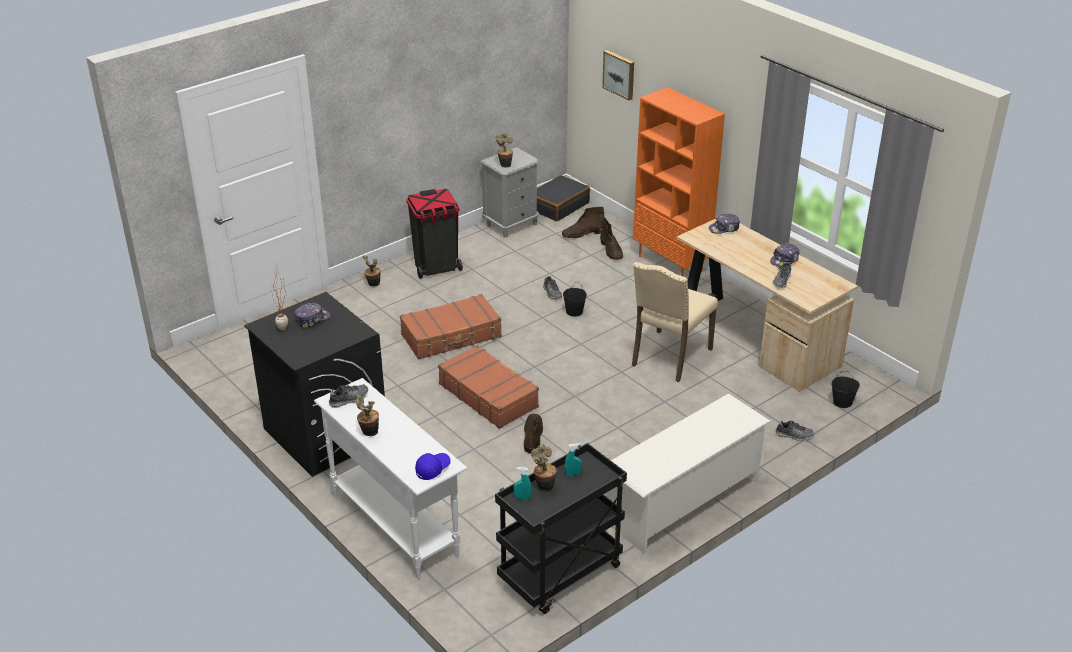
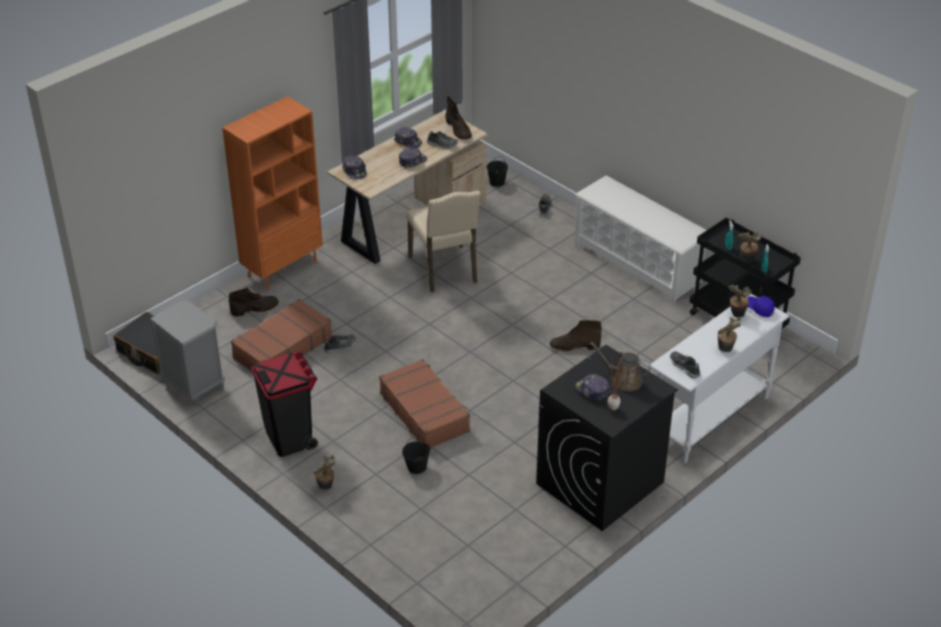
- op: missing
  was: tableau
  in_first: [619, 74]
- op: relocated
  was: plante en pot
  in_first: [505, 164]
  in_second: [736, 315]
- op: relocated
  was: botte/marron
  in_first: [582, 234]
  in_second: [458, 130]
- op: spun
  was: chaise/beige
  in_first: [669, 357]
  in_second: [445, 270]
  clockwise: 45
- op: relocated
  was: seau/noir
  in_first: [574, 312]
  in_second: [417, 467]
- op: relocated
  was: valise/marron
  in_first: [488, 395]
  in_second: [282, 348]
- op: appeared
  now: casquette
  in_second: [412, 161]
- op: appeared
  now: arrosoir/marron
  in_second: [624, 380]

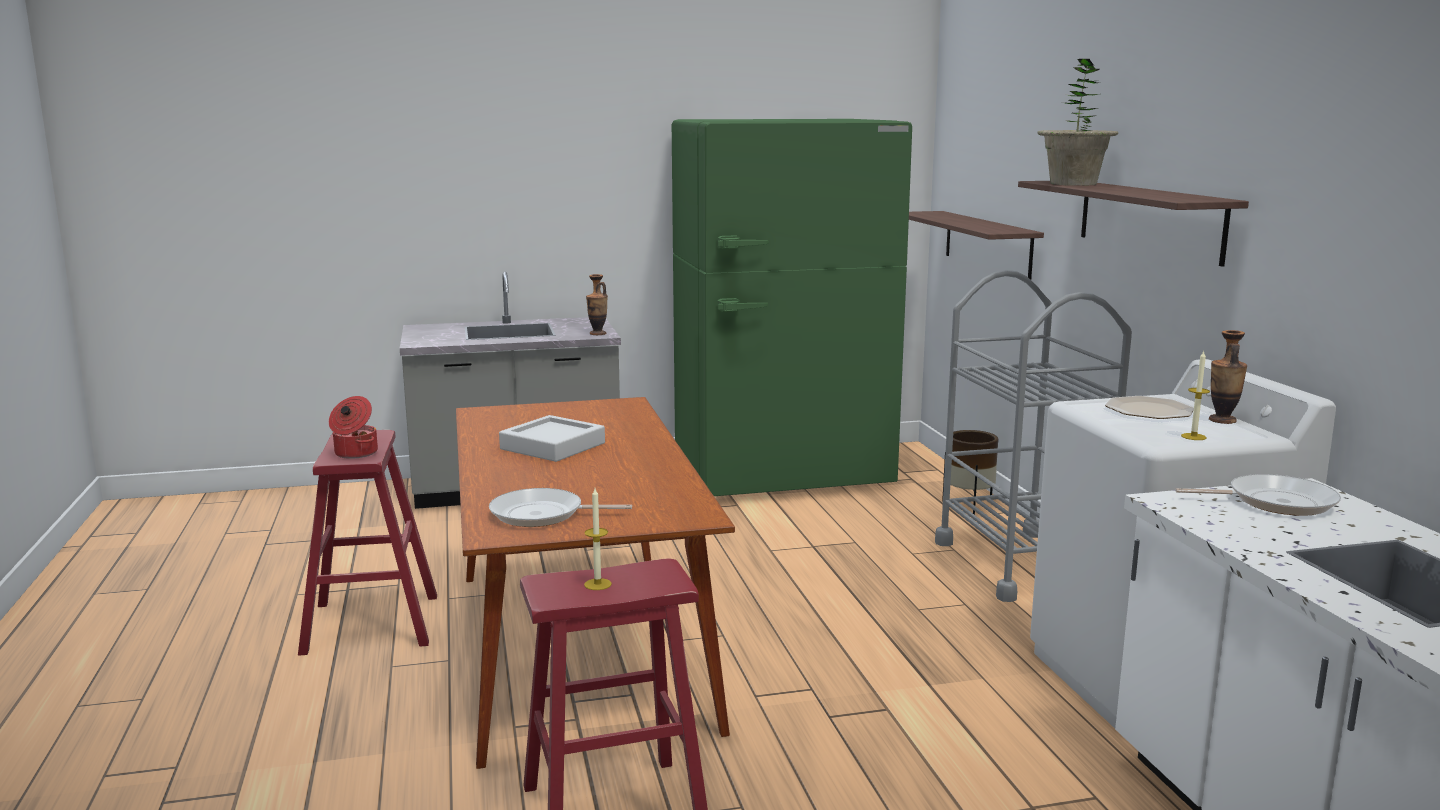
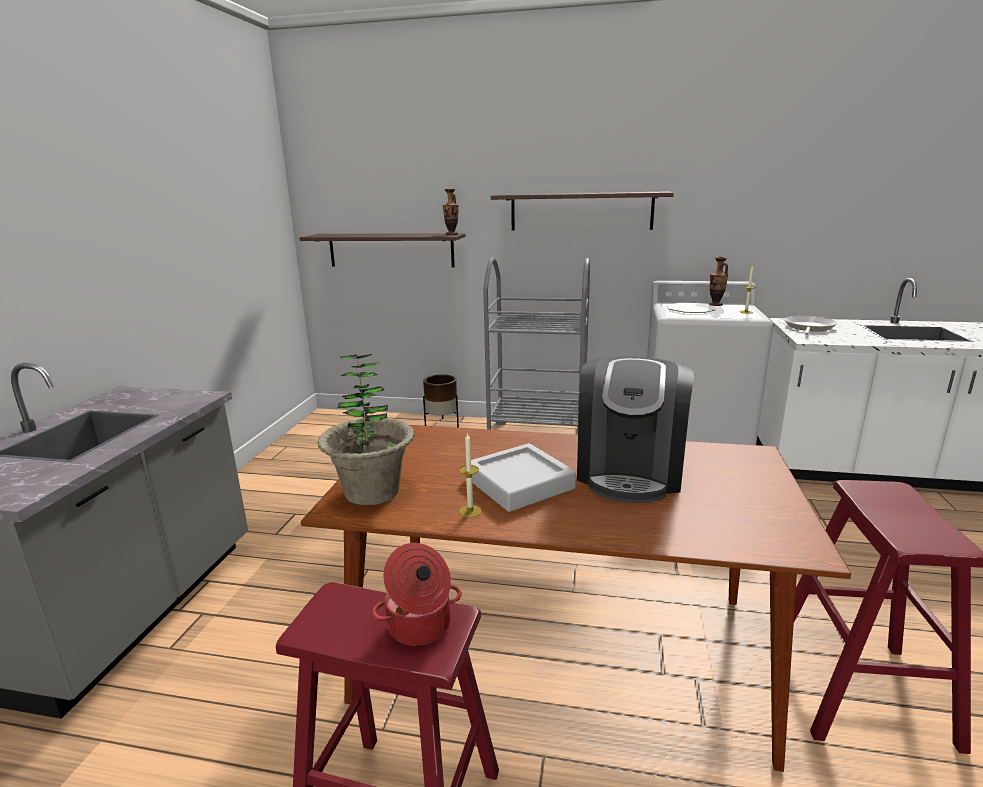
- op: relocated
  was: plante en pot
  in_first: [1073, 184]
  in_second: [372, 491]
- op: missing
  was: réfrigérateur/vert
  in_first: [782, 476]
- op: relocated
  was: vase
  in_first: [597, 333]
  in_second: [451, 234]
- op: missing
  was: poêle
  in_first: [542, 515]
- op: relocated
  was: bougie
  in_first: [597, 584]
  in_second: [470, 511]
- op: appeared
  now: machine à café
  in_second: [630, 471]

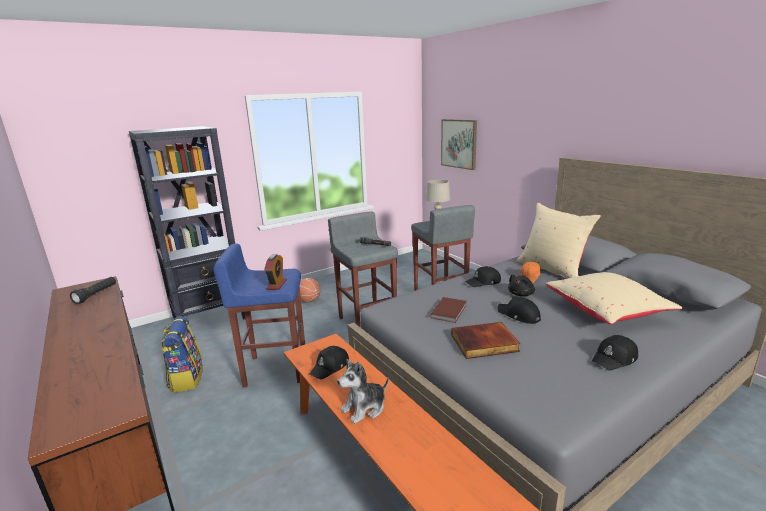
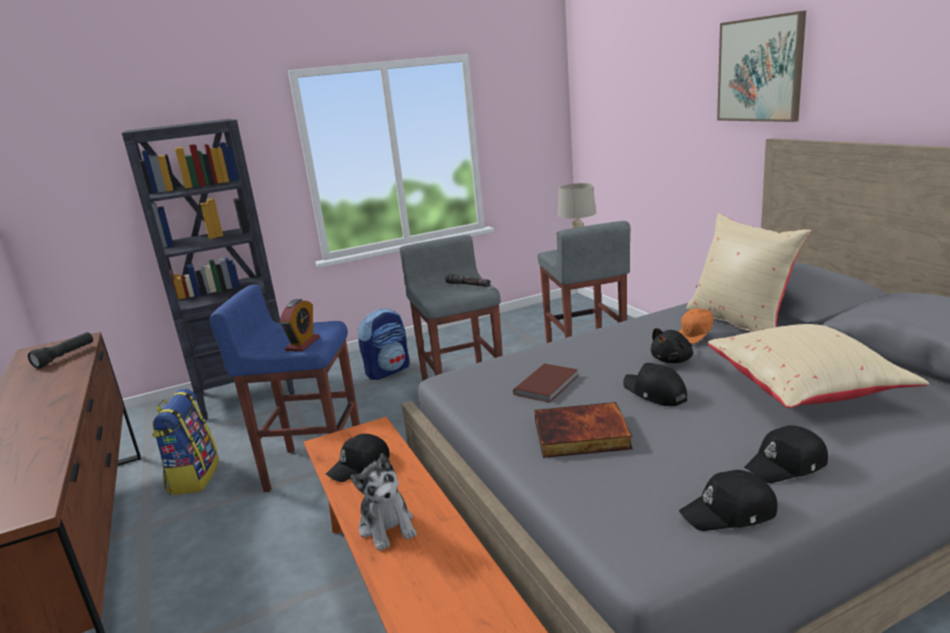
- op: relocated
  was: tableau
  in_first: [459, 143]
  in_second: [760, 70]
- op: relocated
  was: casquette/noir
  in_first: [483, 282]
  in_second: [730, 513]
- op: exchanged
  was: ballon de basket
  now: sac à dos
  in_first: [309, 301]
  in_second: [388, 370]
- op: spun
  was: peluche
  in_first: [364, 408]
  in_second: [387, 526]
  clockwise: -90

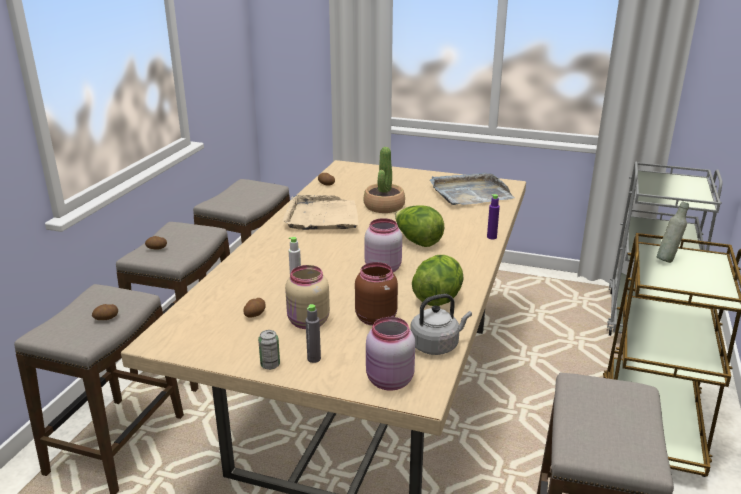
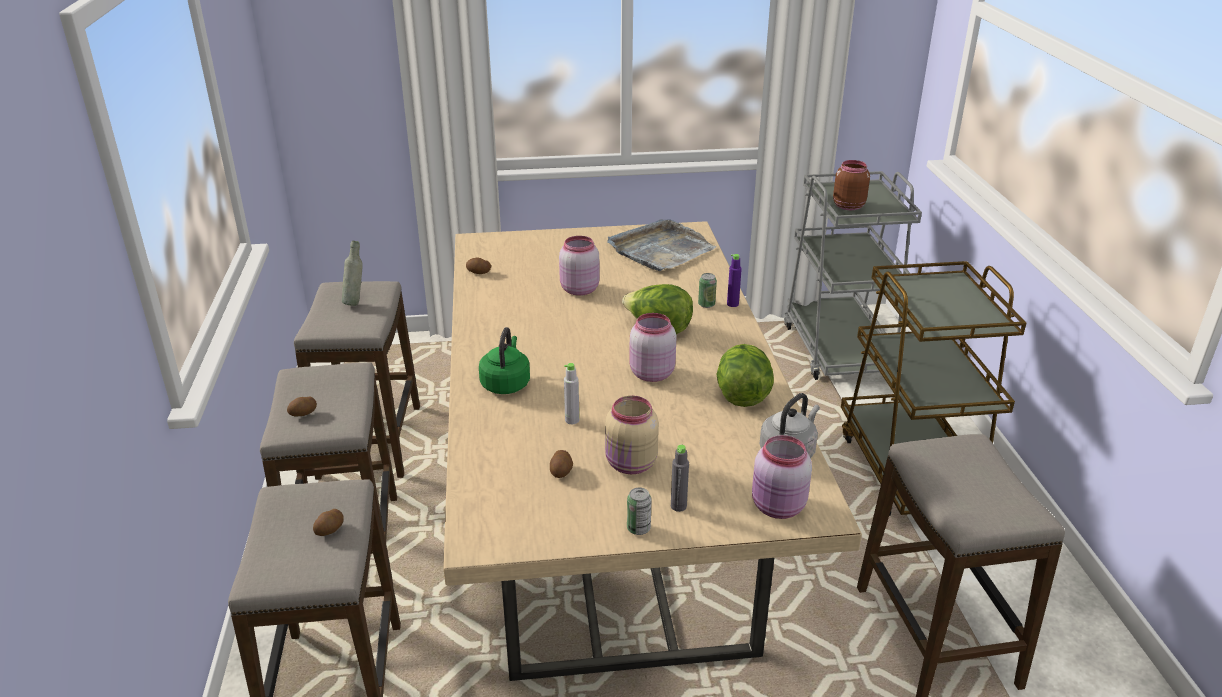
- op: exchanged
  was: plante en pot
  now: bocal/rose
  in_first: [384, 206]
  in_second: [578, 289]
- op: missing
  was: plateau/beige
  in_first: [322, 216]
- op: relocated
  was: bouteille/gris
  in_first: [667, 259]
  in_second: [355, 302]
- op: relocated
  was: bocal/marron
  in_first: [376, 318]
  in_second: [848, 206]
- op: appeared
  now: boîte métallique
  in_second: [706, 304]
- op: appeared
  now: bouilloire/vert
  in_second: [506, 383]

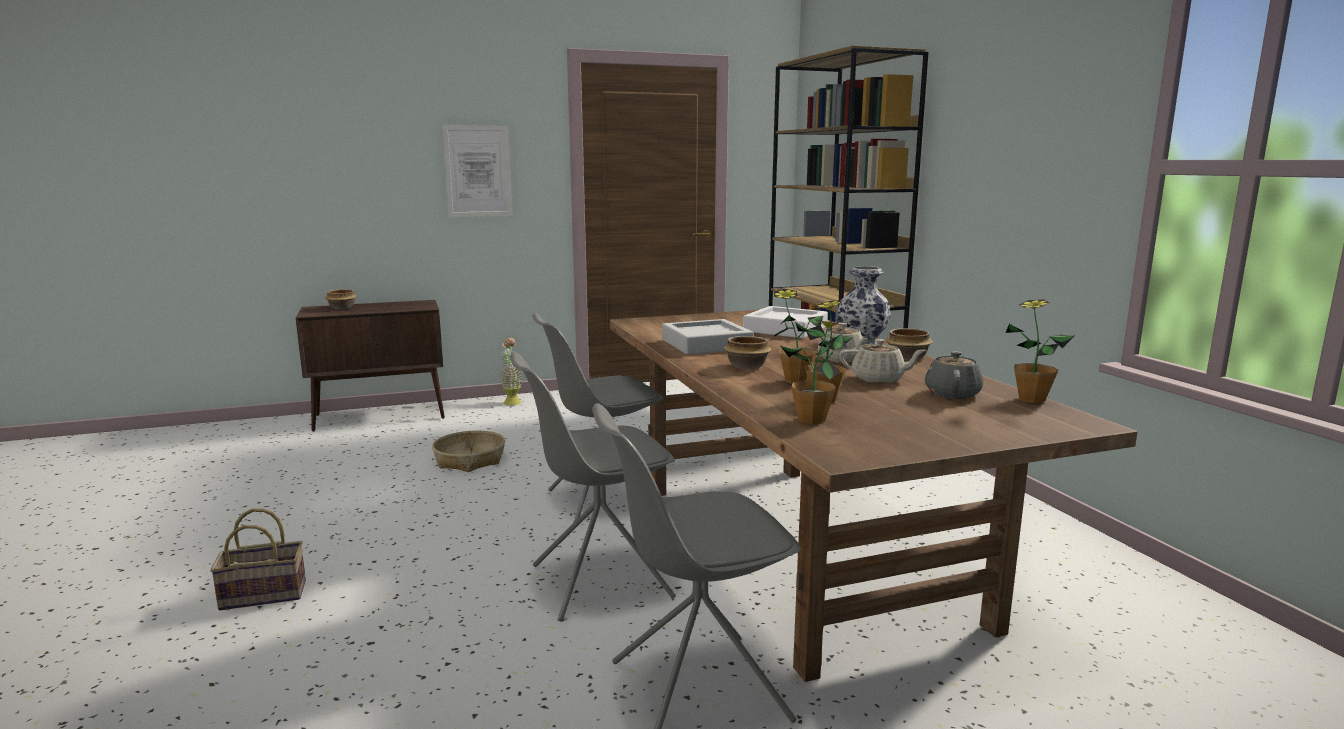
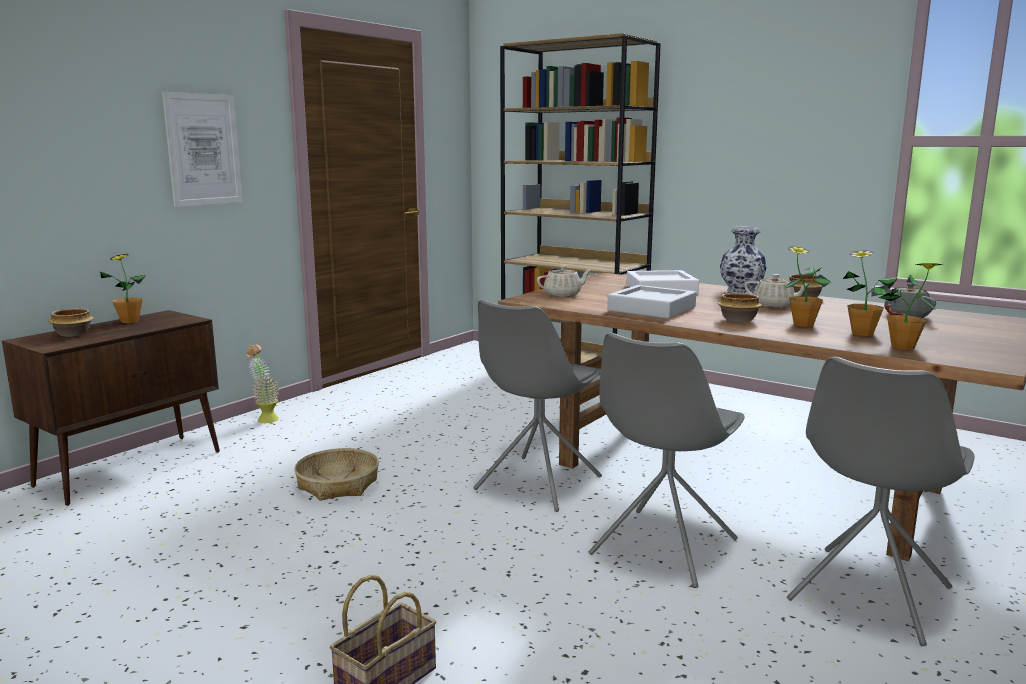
- op: relocated
  was: plante en pot
  in_first: [1031, 399]
  in_second: [130, 321]
- op: relocated
  was: théière/beige
  in_first: [879, 379]
  in_second: [563, 294]

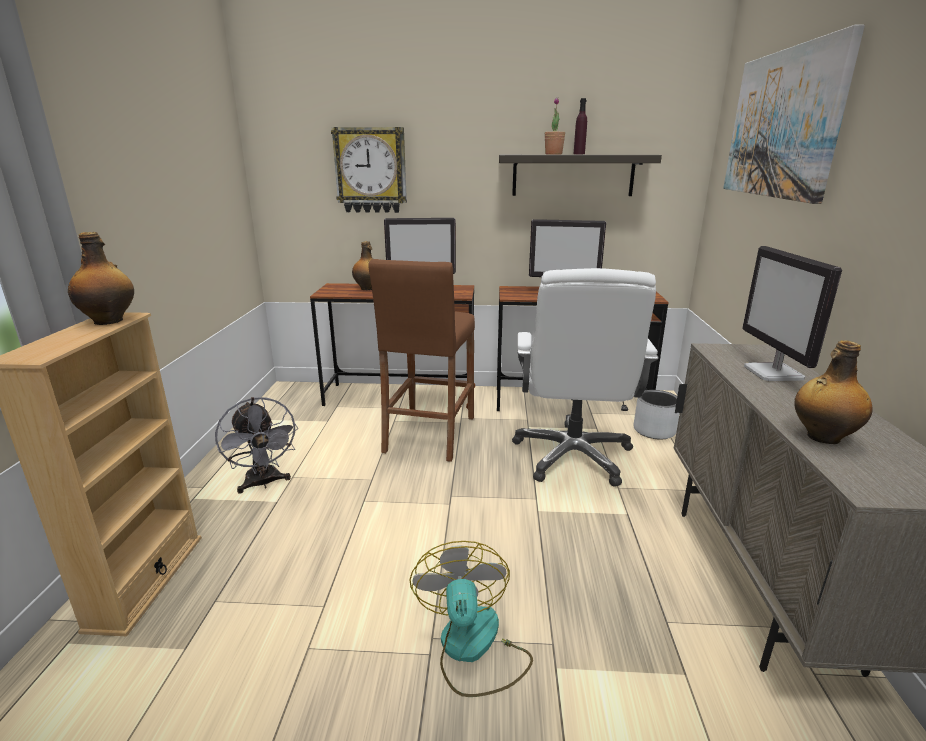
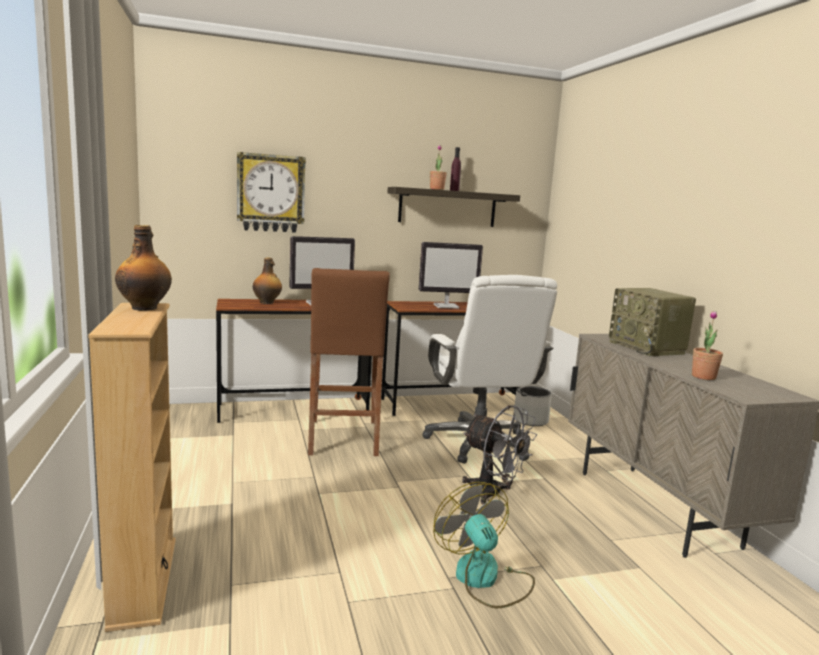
- op: missing
  was: tableau
  in_first: [782, 124]
- op: exchanged
  was: écran d'ordinateur
  now: radio
  in_first: [774, 373]
  in_second: [647, 348]
- op: exchanged
  was: bouteille
  now: plante en pot
  in_first: [822, 437]
  in_second: [703, 377]
- op: relocated
  was: ventilateur/gris
  in_first: [264, 483]
  in_second: [493, 494]

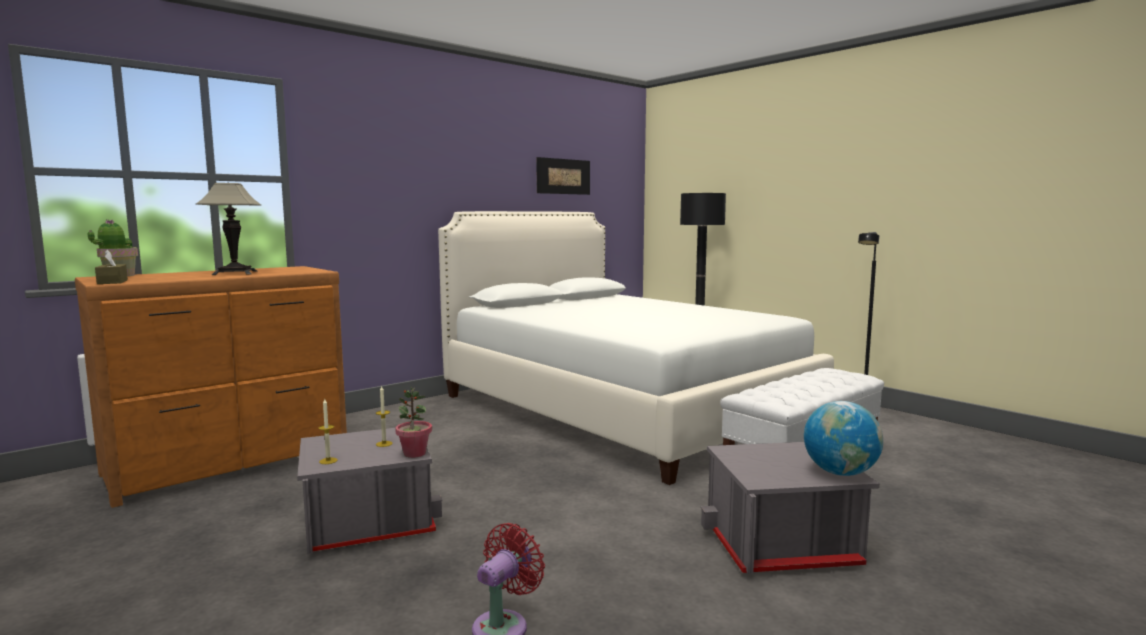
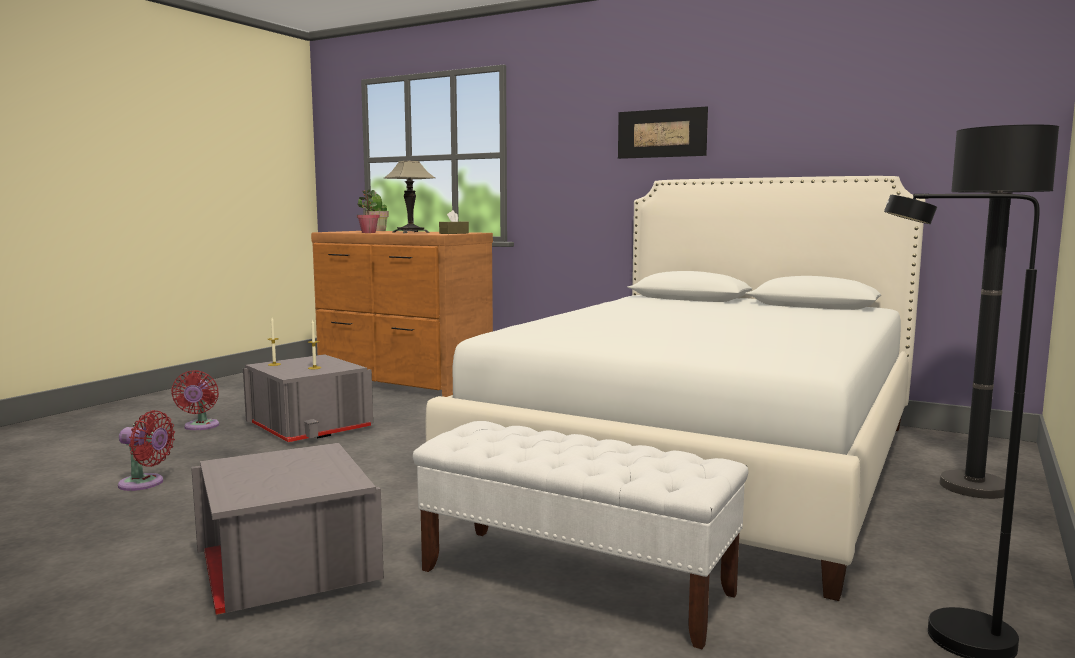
- op: relocated
  was: tableau
  in_first: [563, 176]
  in_second: [661, 133]
- op: relocated
  was: boîte à mouchoirs/marron
  in_first: [112, 282]
  in_second: [454, 233]
- op: relocated
  was: plante en pot
  in_first: [414, 453]
  in_second: [368, 232]
- op: missing
  was: globe
  in_first: [840, 472]
- op: appeared
  now: ventilateur/rouge
  in_second: [200, 427]

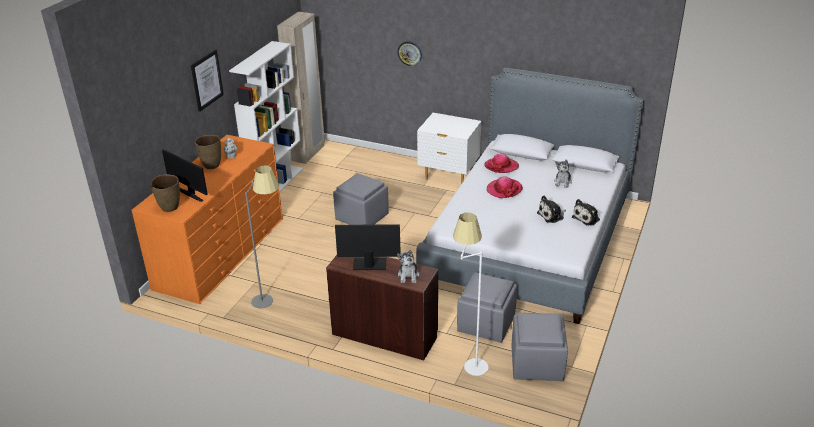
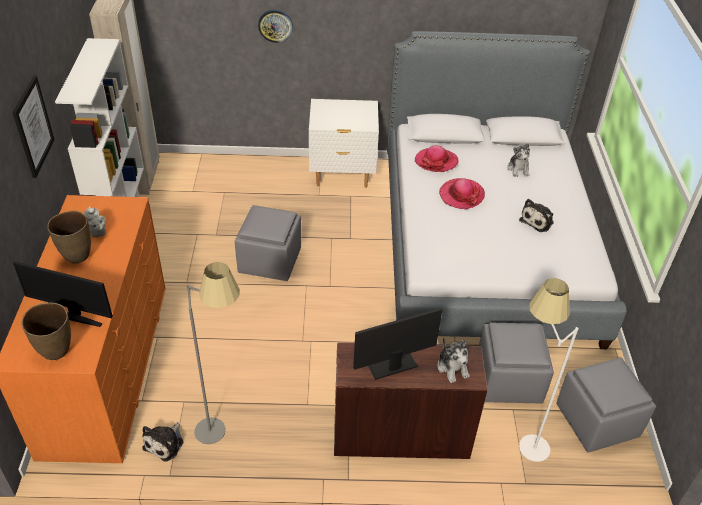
- op: relocated
  was: peluche
  in_first: [587, 218]
  in_second: [165, 443]

